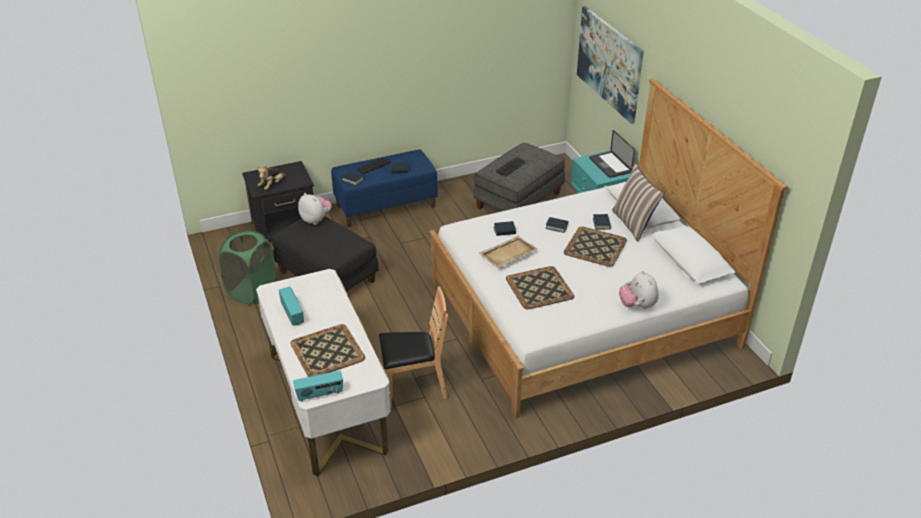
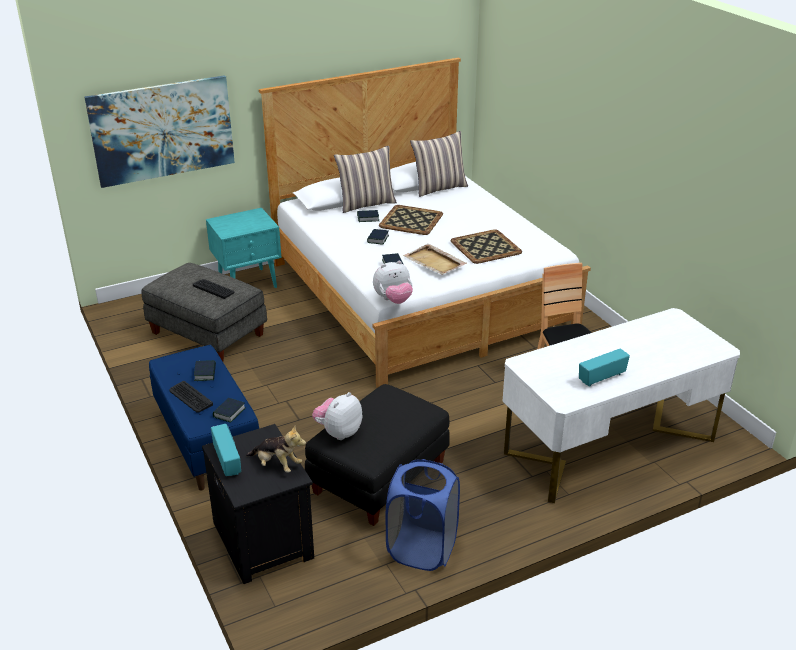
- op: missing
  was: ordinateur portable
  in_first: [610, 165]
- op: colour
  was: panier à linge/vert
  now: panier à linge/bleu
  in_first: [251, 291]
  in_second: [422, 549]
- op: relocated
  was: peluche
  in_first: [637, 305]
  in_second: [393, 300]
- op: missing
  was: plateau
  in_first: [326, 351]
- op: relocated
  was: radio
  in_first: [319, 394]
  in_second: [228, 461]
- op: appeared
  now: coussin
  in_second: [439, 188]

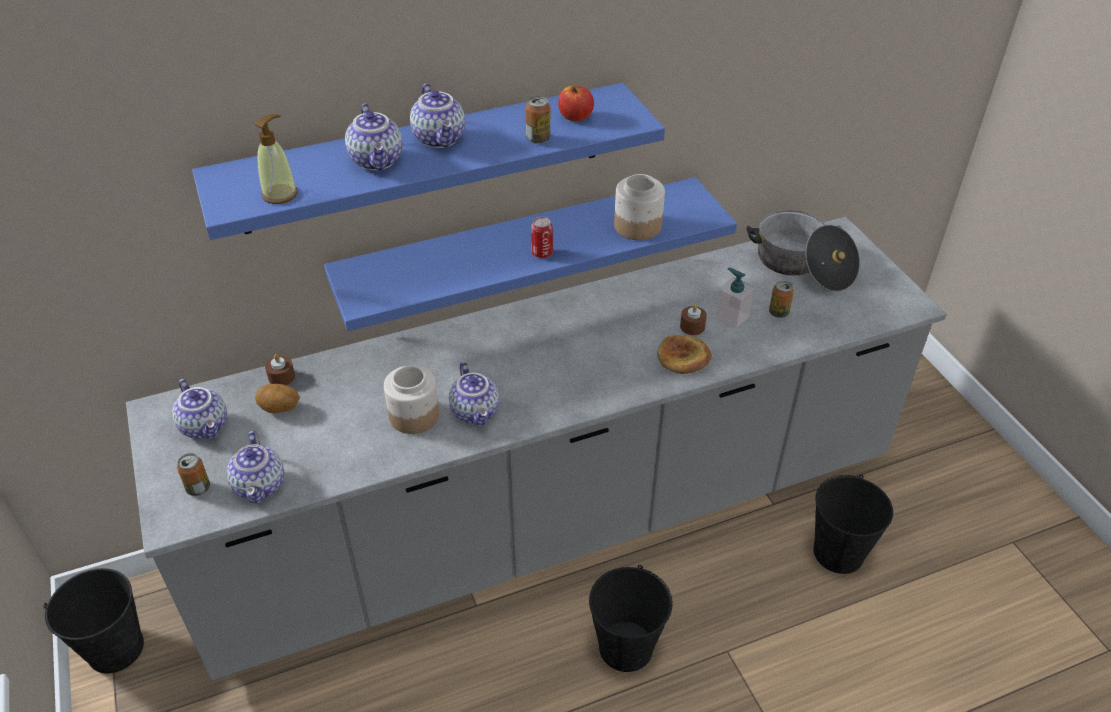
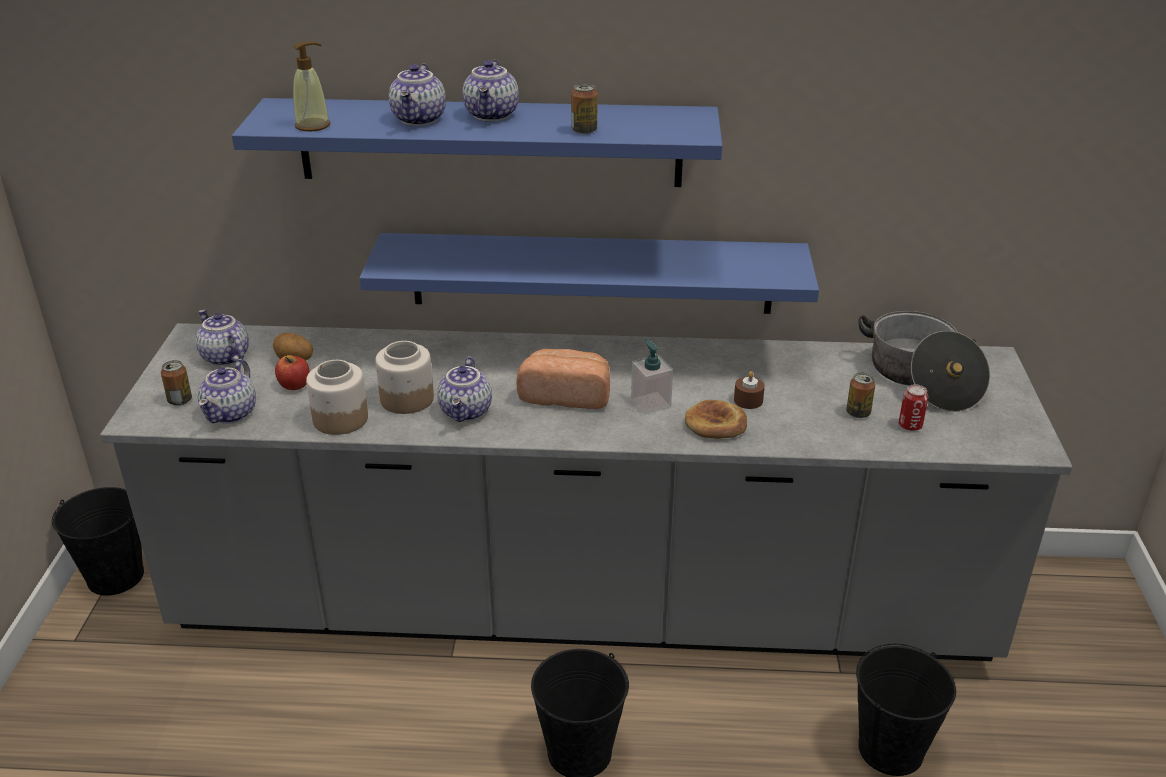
- op: relocated
  was: pomme
  in_first: [575, 117]
  in_second: [295, 385]
- op: relocated
  was: bocal
  in_first: [637, 226]
  in_second: [340, 419]
- op: relocated
  was: boîte métallique
  in_first: [542, 253]
  in_second: [910, 425]
- op: relocated
  was: distributeur de savon
  in_first: [732, 317]
  in_second: [650, 403]
- op: missing
  was: bougie/marron
  in_first: [281, 377]
- op: spun
  was: théière
  in_first: [206, 426]
  in_second: [224, 357]
  clockwise: 150
- op: appeared
  now: pain
  in_second: [566, 395]

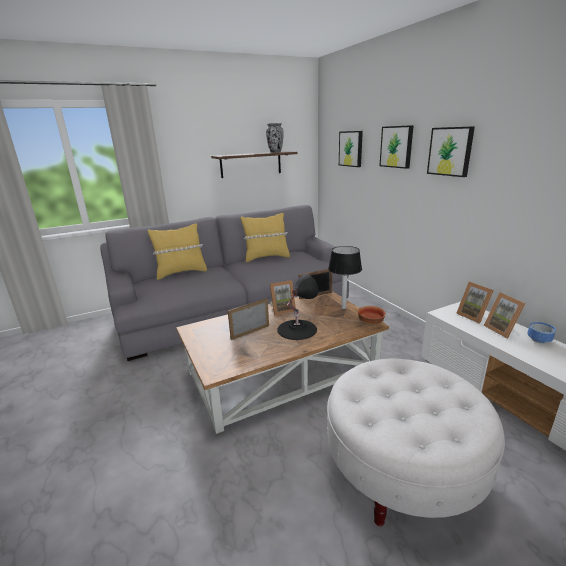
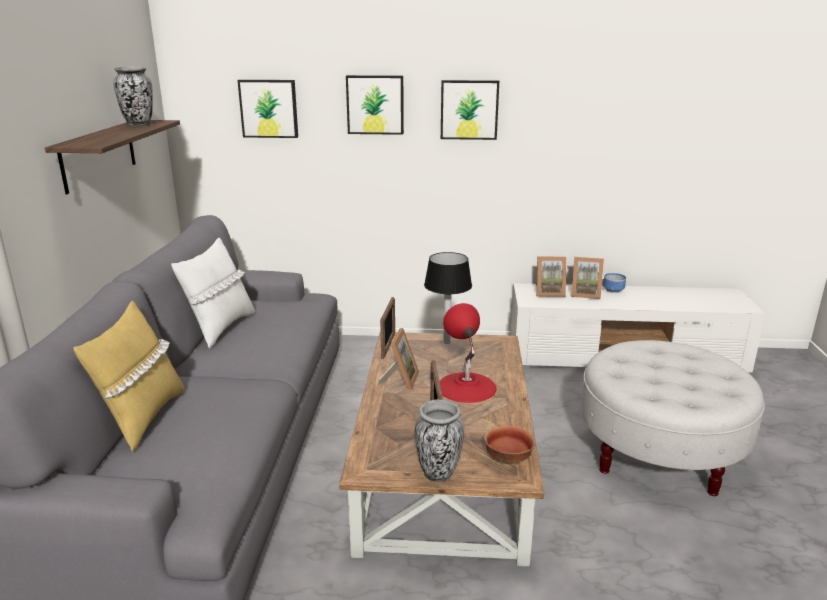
- op: colour
  was: coussin/jaune
  now: coussin/blanc
  in_first: [266, 257]
  in_second: [220, 328]
- op: colour
  was: lampe de table/noir
  now: lampe de table/rouge
  in_first: [297, 329]
  in_second: [466, 387]
- op: relocated
  was: bol
  in_first: [371, 323]
  in_second: [508, 458]
- op: appeared
  now: vase
  in_second: [438, 473]

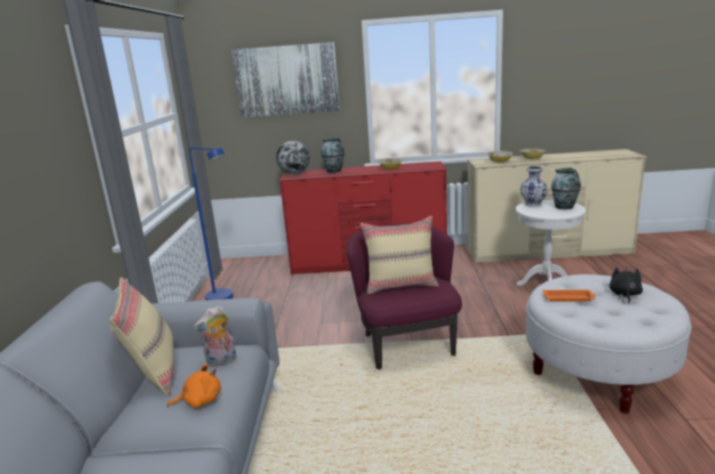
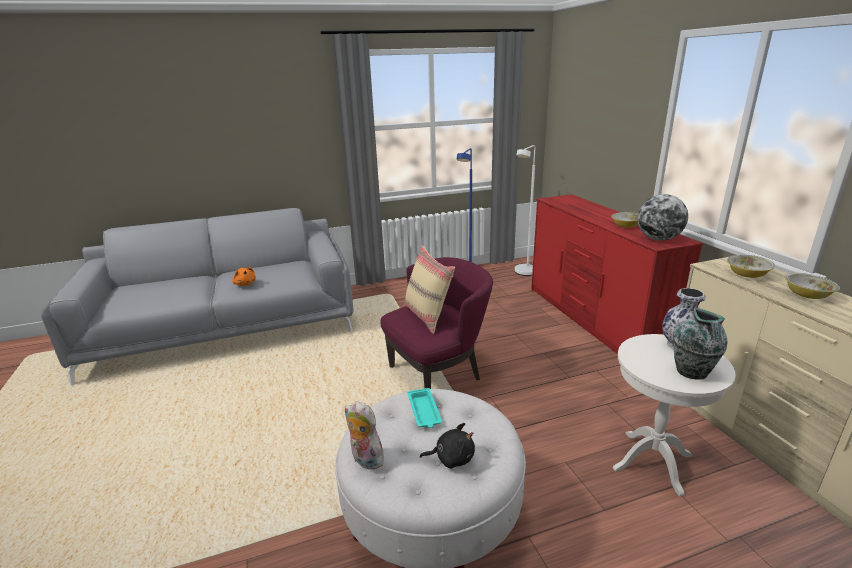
- op: missing
  was: tableau
  in_first: [286, 80]
- op: missing
  was: vase
  in_first: [334, 171]
- op: relocated
  was: globe
  in_first: [294, 174]
  in_second: [658, 239]
- op: missing
  was: coussin/beige
  in_first: [153, 373]
- op: colour
  was: plateau/orange
  now: plateau/turquoise
  in_first: [569, 298]
  in_second: [424, 411]
- op: relocated
  was: peluche
  in_first: [221, 362]
  in_second: [365, 460]
- op: appeared
  now: lampadaire/blanc
  in_second: [523, 273]

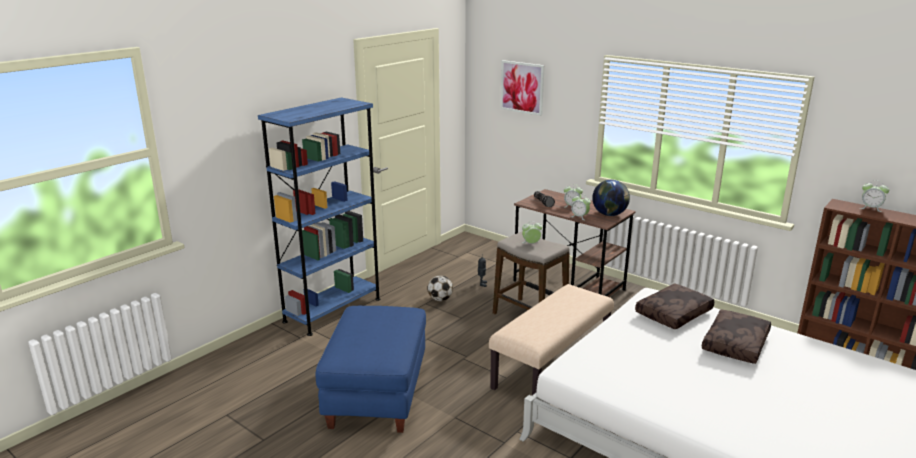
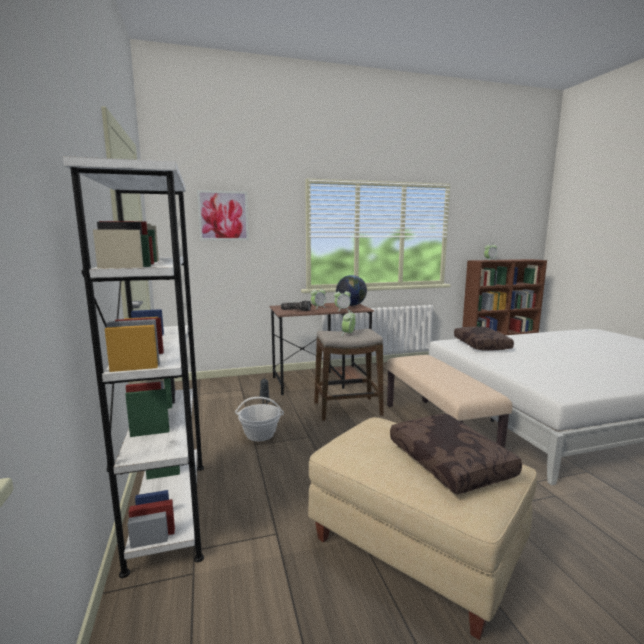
- op: colour
  was: bibliothèque/bleu
  now: bibliothèque/blanc
  in_first: [332, 310]
  in_second: [169, 511]
- op: exchanged
  was: ballon de foot
  now: panier
  in_first: [440, 299]
  in_second: [260, 434]
- op: colour
  was: pouf/bleu
  now: pouf/beige
  in_first: [376, 394]
  in_second: [413, 550]
- op: relocated
  was: coussin/marron
  in_first: [736, 344]
  in_second: [451, 462]

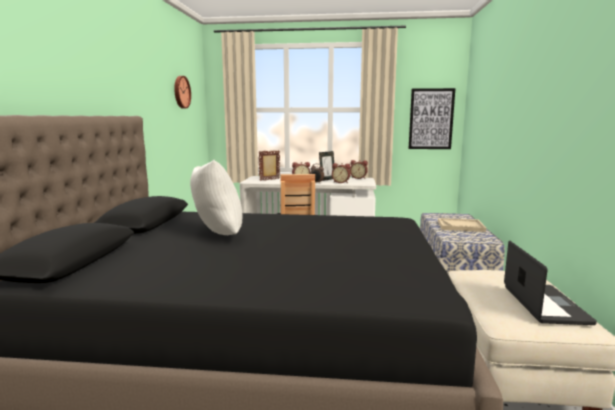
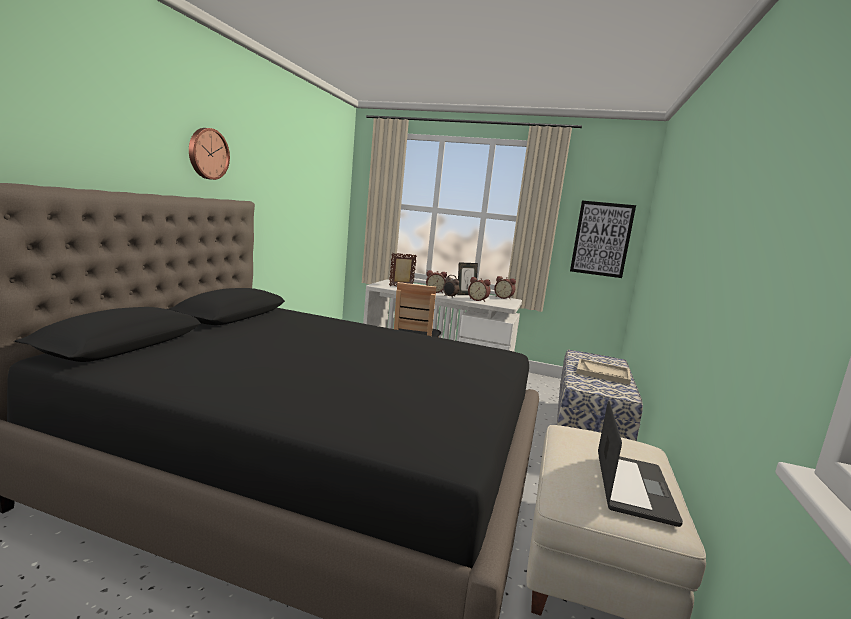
- op: relocated
  was: horloge murale
  in_first: [181, 92]
  in_second: [207, 153]
- op: missing
  was: coussin/blanc
  in_first: [216, 235]

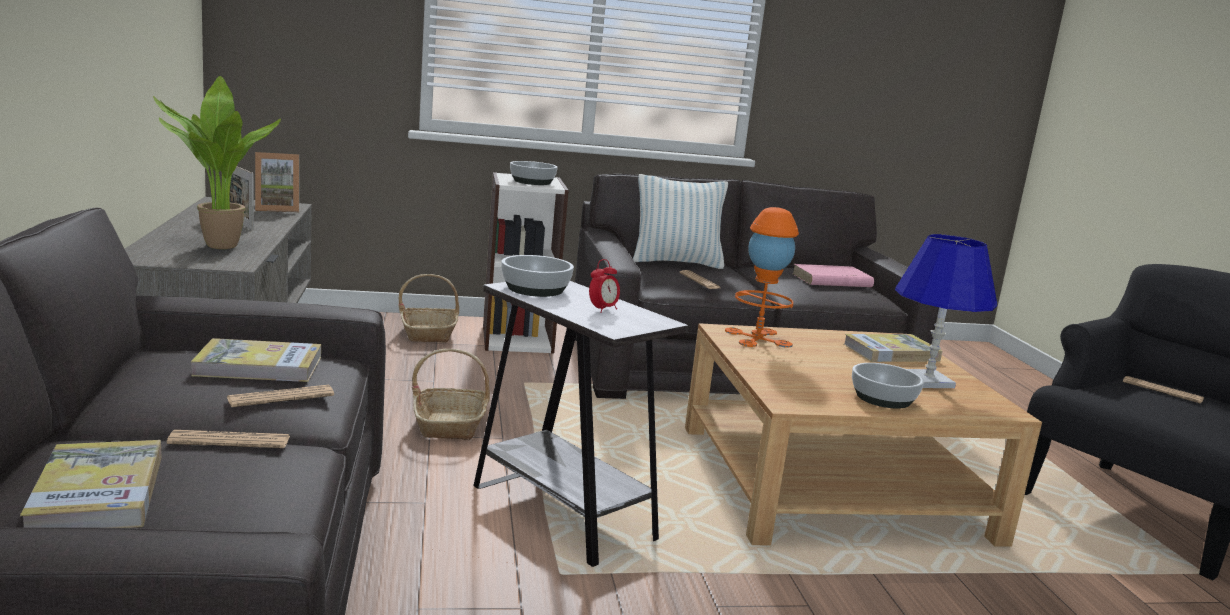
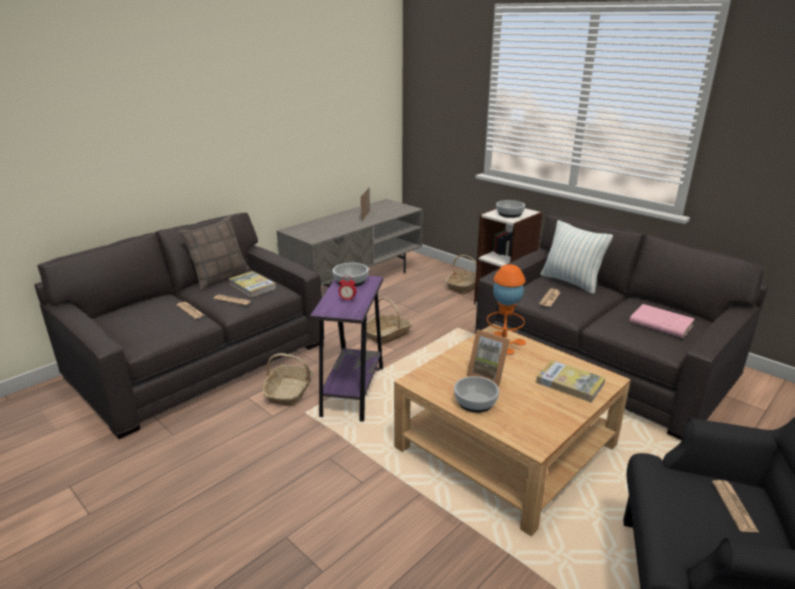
- op: missing
  was: plante en pot
  in_first: [216, 246]
- op: relocated
  was: cadre photo
  in_first: [277, 209]
  in_second: [488, 375]
- op: missing
  was: lampe de table/bleu
  in_first: [928, 381]
- op: colour
  was: table d'appoint/blanc
  now: table d'appoint/violet
  in_first: [562, 512]
  in_second: [353, 391]
- op: missing
  was: livre
  in_first: [98, 493]
- op: appeared
  now: coussin
  in_second: [220, 278]
- op: appeared
  now: panier
  in_second: [289, 392]

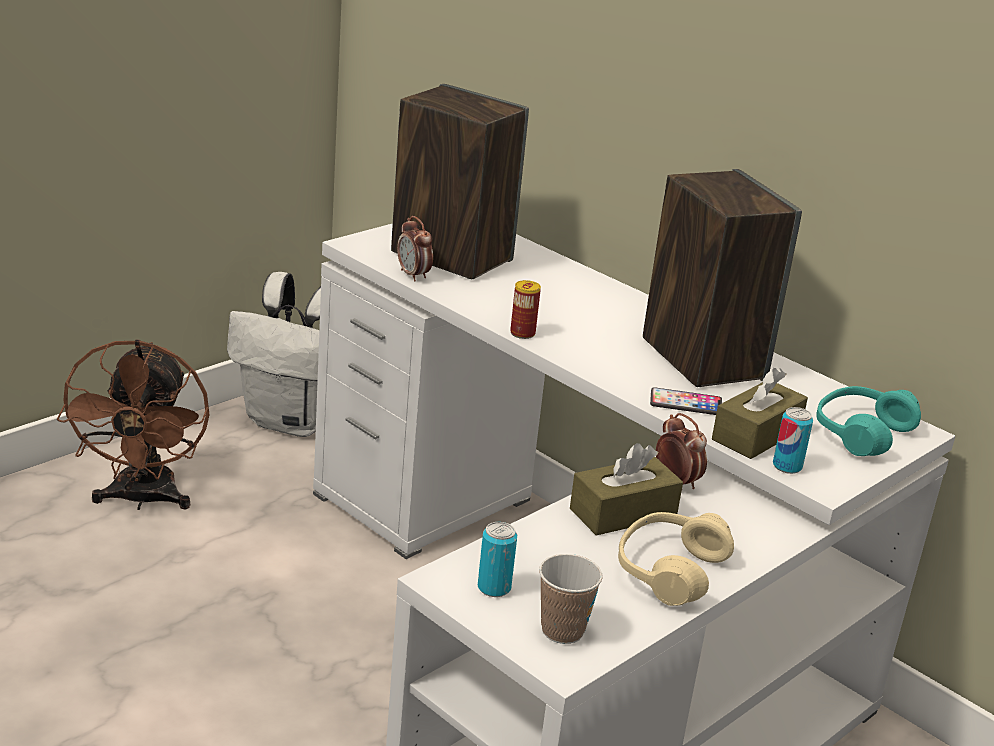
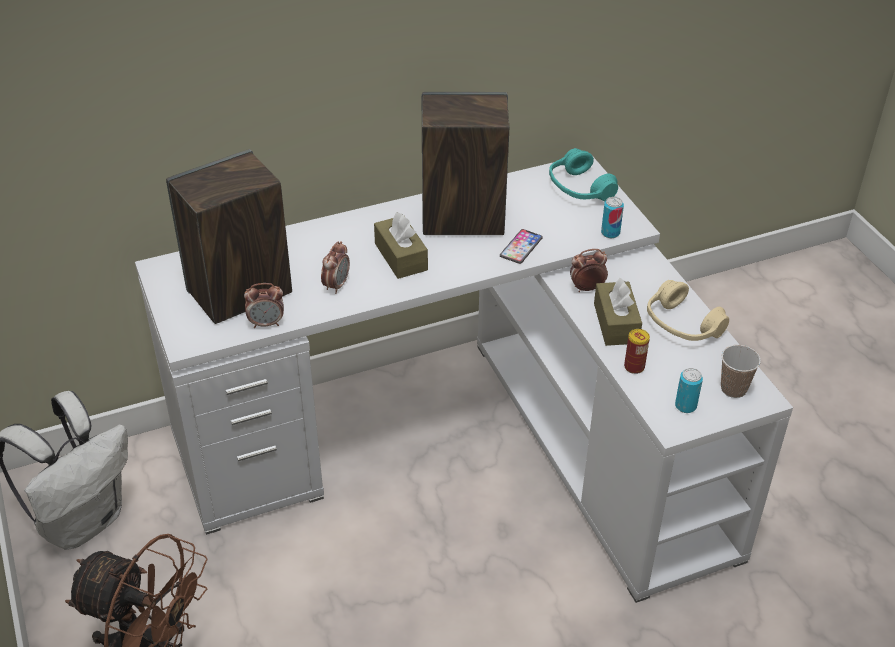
- op: relocated
  was: boîte métallique
  in_first: [522, 333]
  in_second: [634, 367]
- op: relocated
  was: boîte à mouchoirs/marron
  in_first: [756, 435]
  in_second: [401, 257]
- op: appeared
  now: réveil
  in_second: [336, 285]

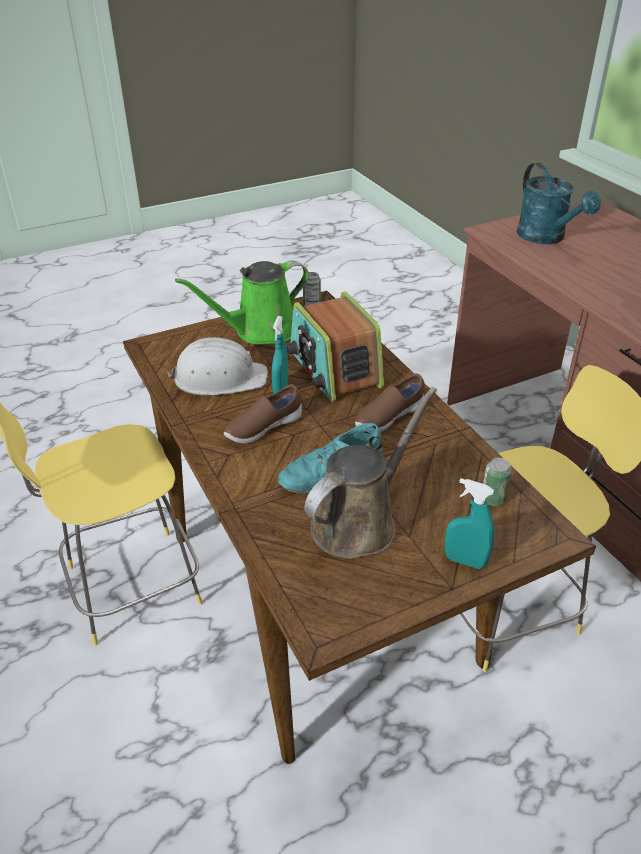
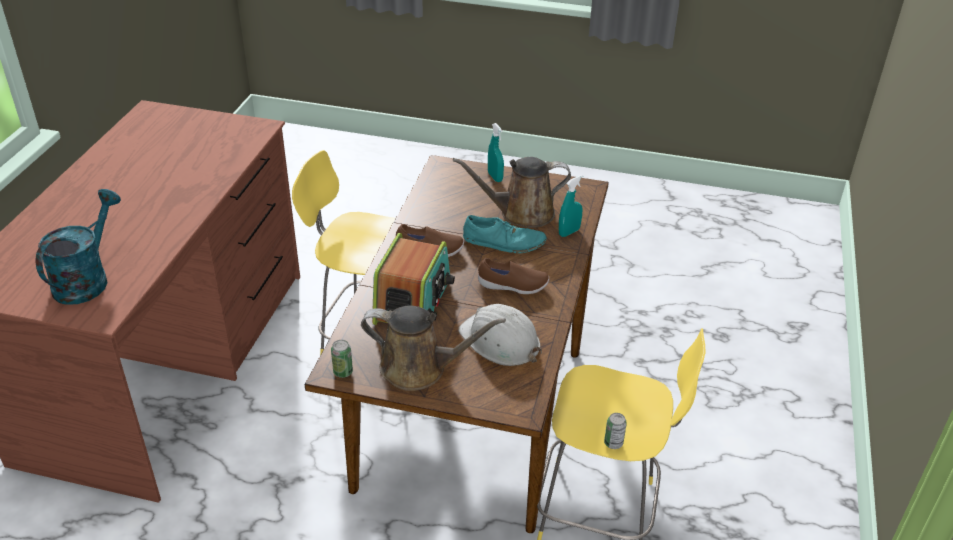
- op: colour
  was: arrosoir/vert
  now: arrosoir/marron
  in_first: [260, 331]
  in_second: [419, 368]
- op: relocated
  was: vaporisateur/turquoise
  in_first: [280, 389]
  in_second: [569, 232]
- op: relocated
  was: boîte métallique
  in_first: [493, 499]
  in_second: [613, 443]

